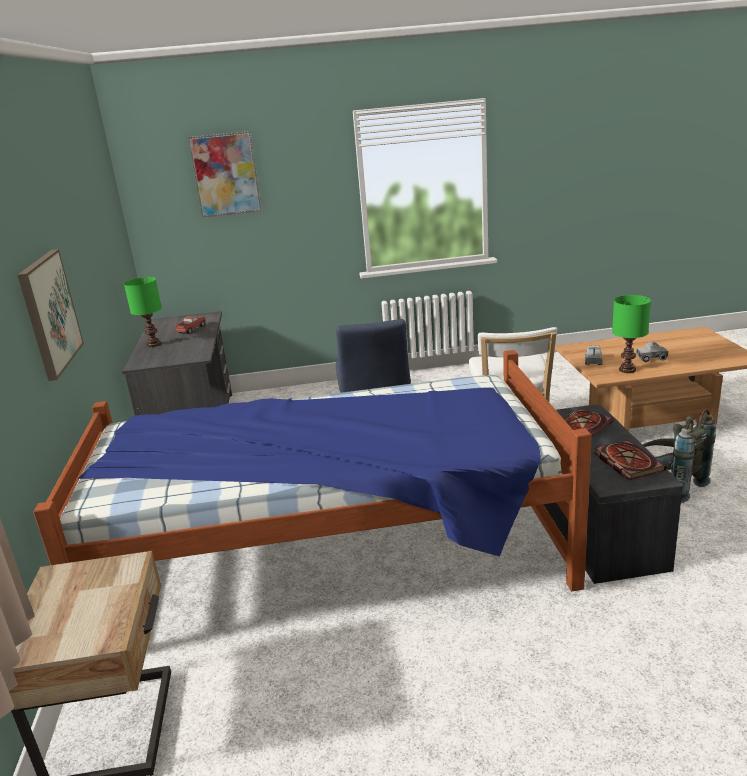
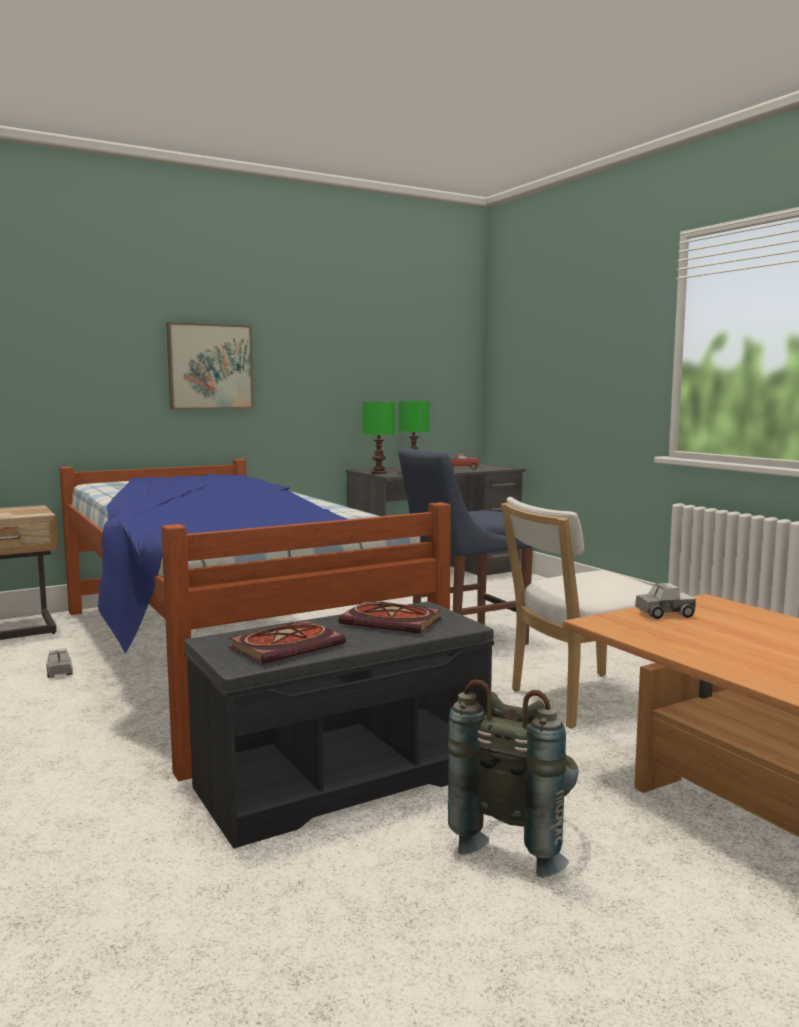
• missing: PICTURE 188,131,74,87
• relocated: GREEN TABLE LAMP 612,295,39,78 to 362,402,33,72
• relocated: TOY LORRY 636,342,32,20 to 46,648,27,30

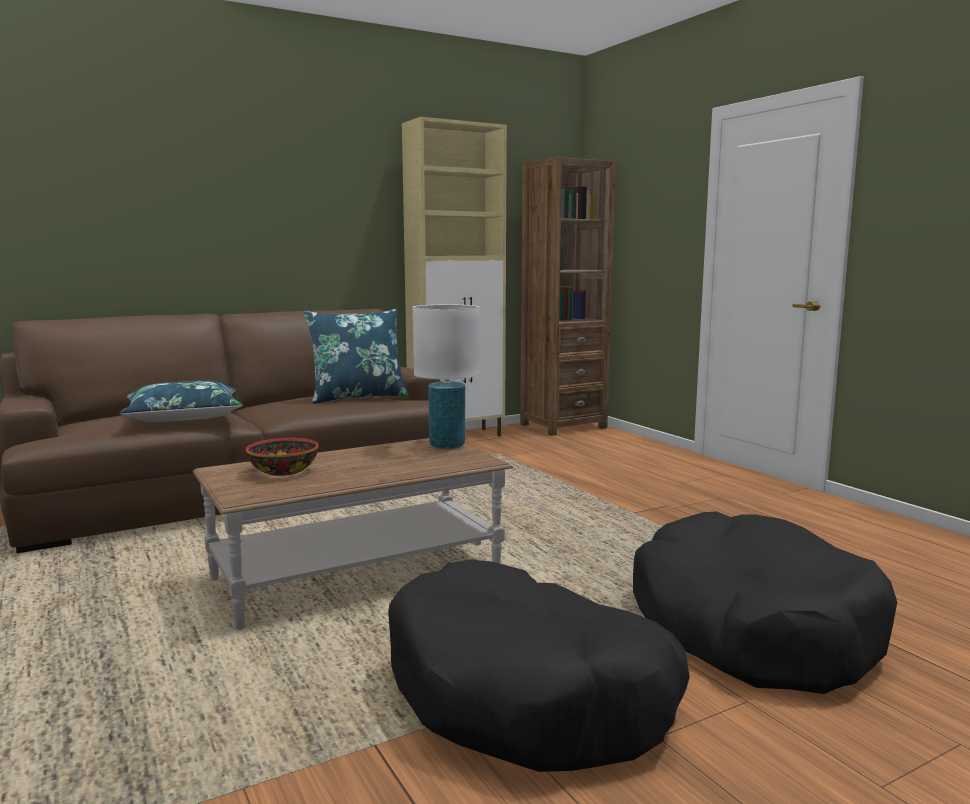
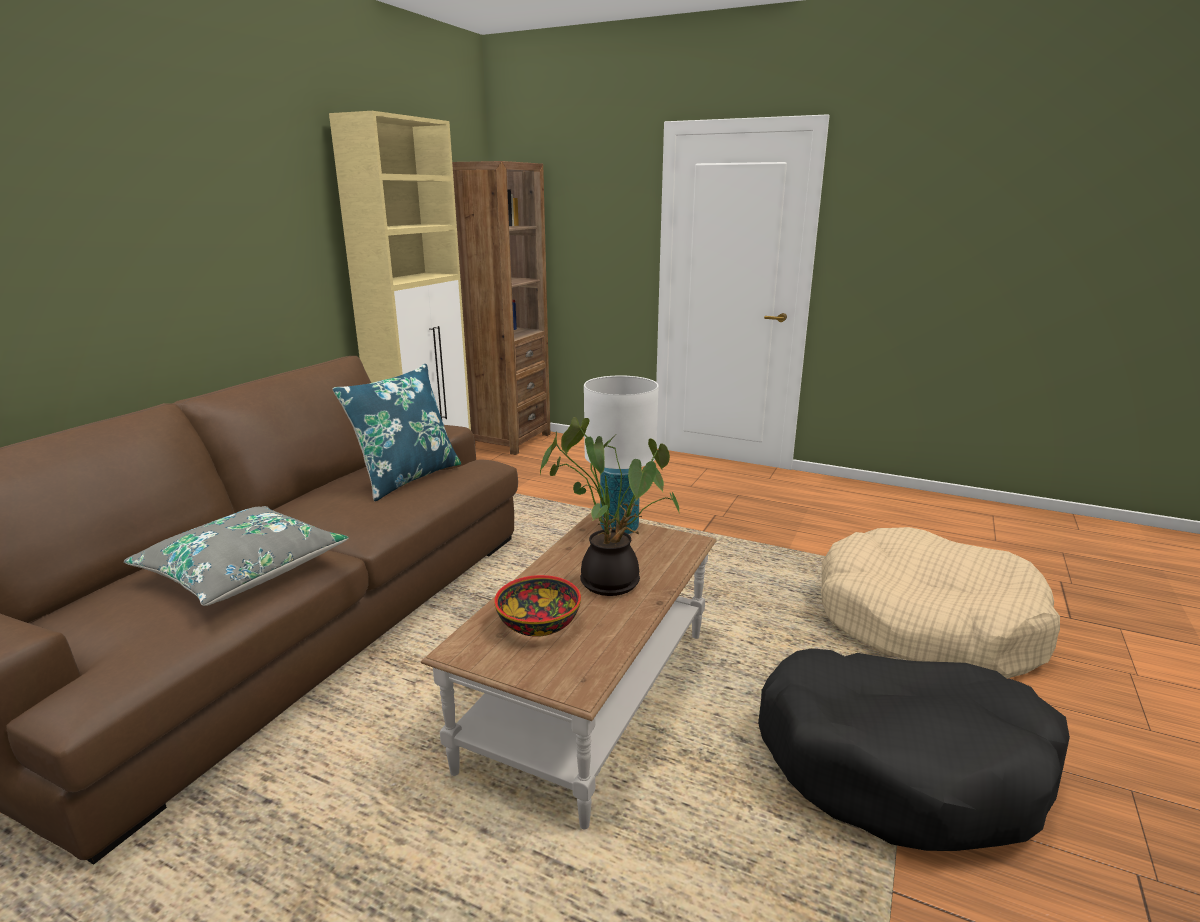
• colour: BLUISH CUSHION 120,381,123,41 to GREYISH CUSHION 123,506,225,100
• colour: BLACKISH DOG CUSHION 633,511,264,183 to SAND-COLOURED DOG CUSHION 821,527,239,152
• appeared: POTTED PLANT 540,417,140,179

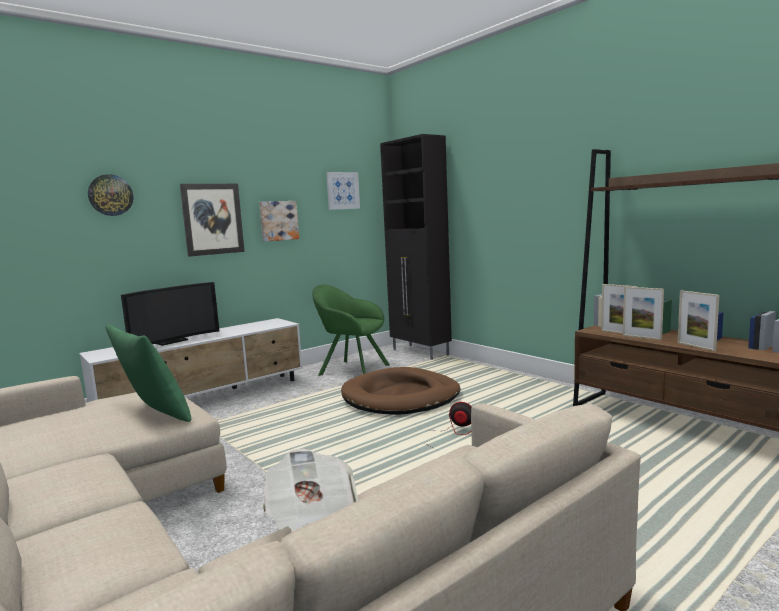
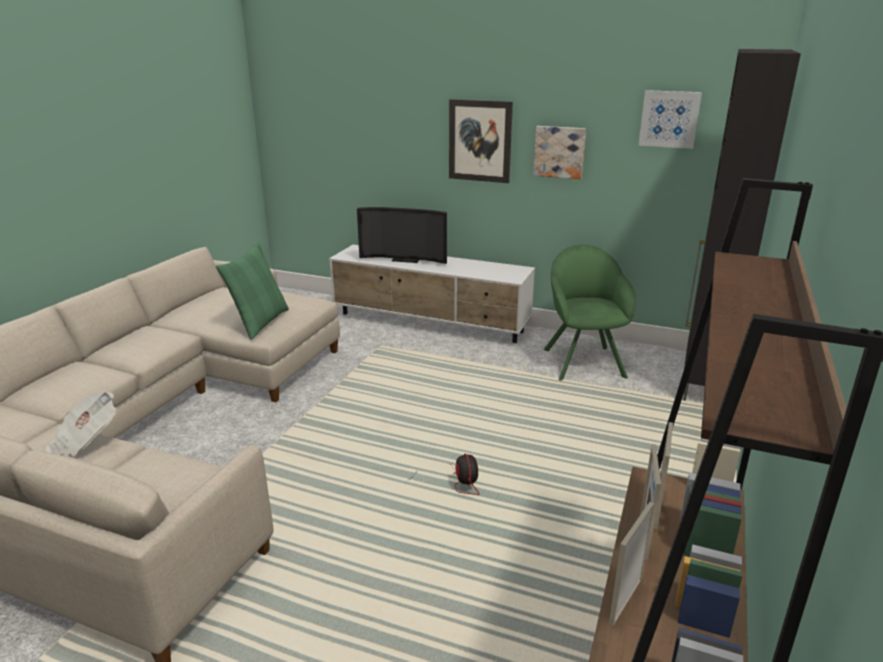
• missing: HANGING CLOCK 88,174,45,42
• missing: BROWN DOG CUSHION 341,367,119,48

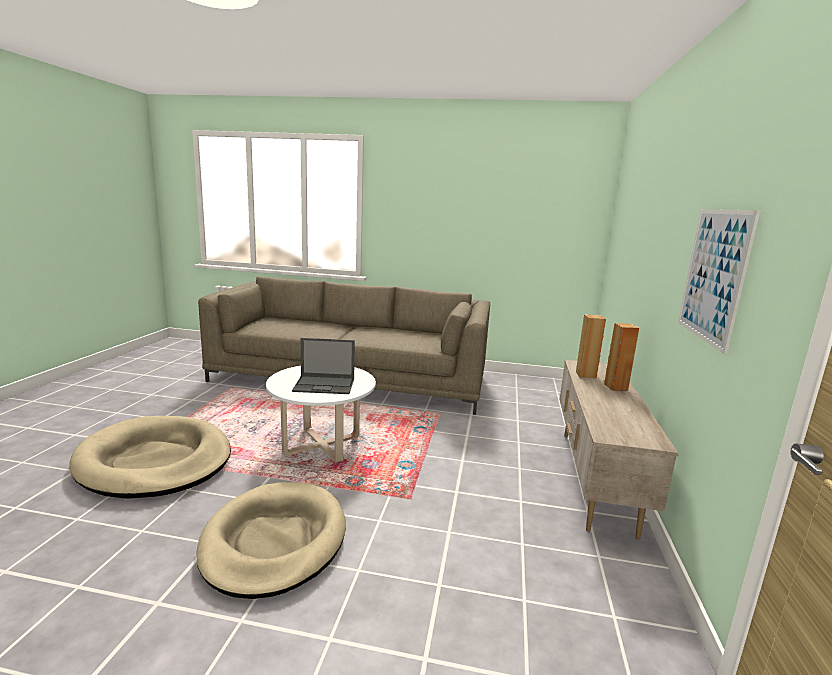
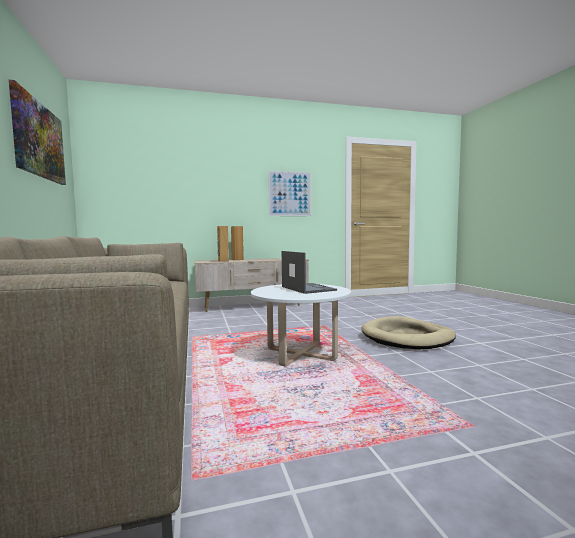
• missing: SAND-COLOURED DOG CUSHION 69,416,162,83
• appeared: PICTURE 9,80,57,105

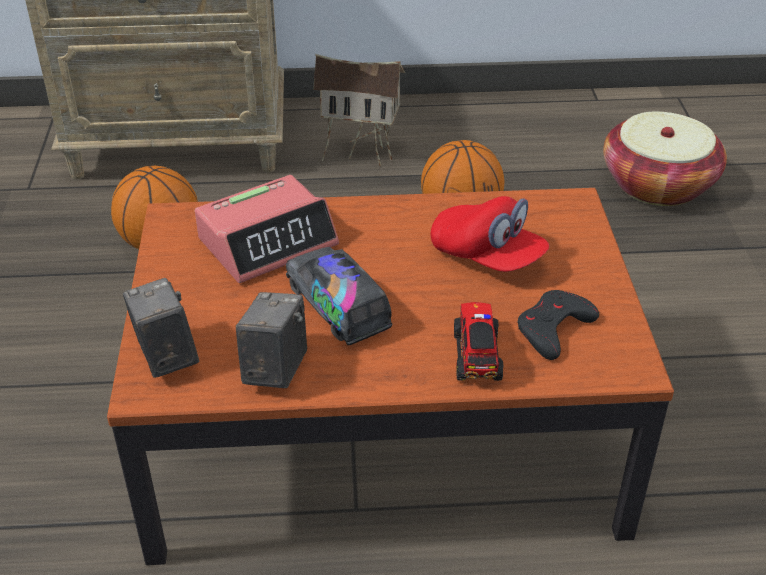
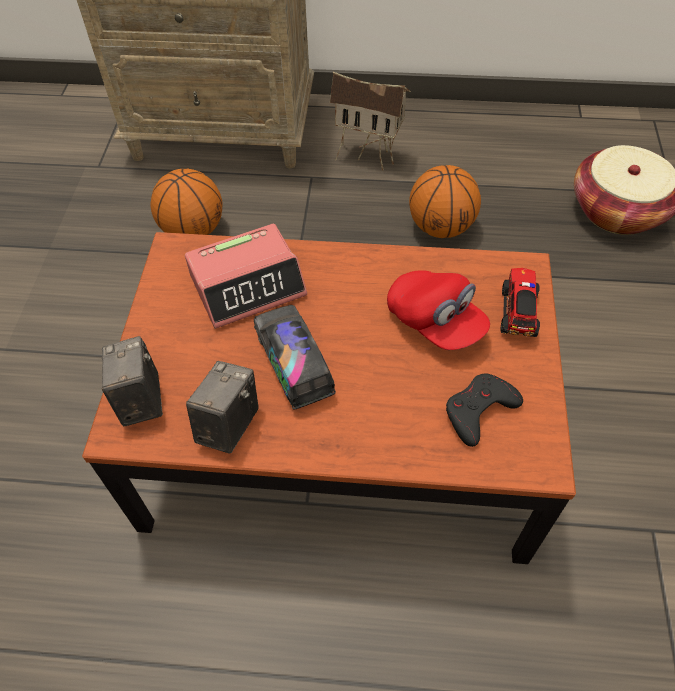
• relocated: TOY LORRY 454,302,49,79 to 501,268,39,69

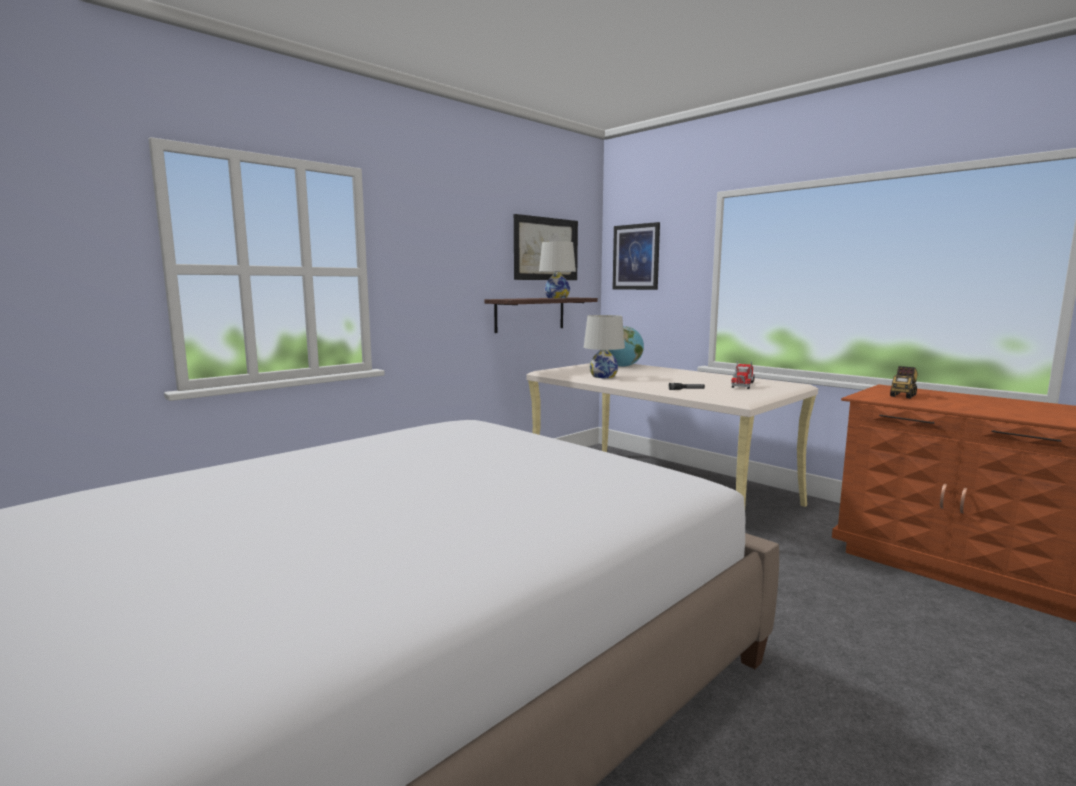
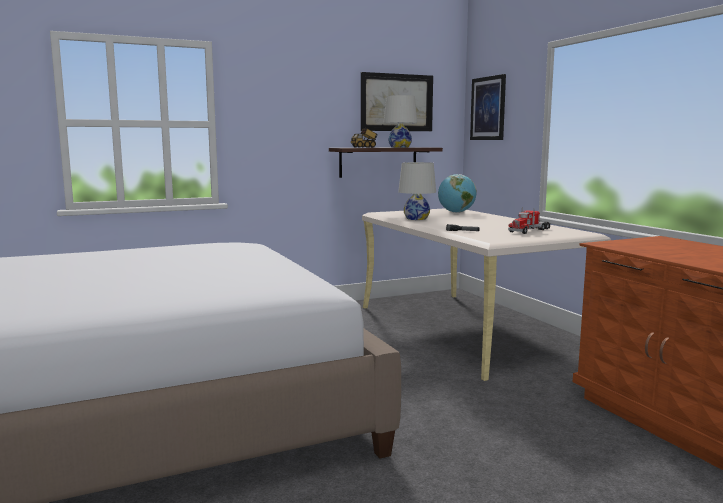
• relocated: TOY LORRY 890,366,28,33 to 351,128,26,20

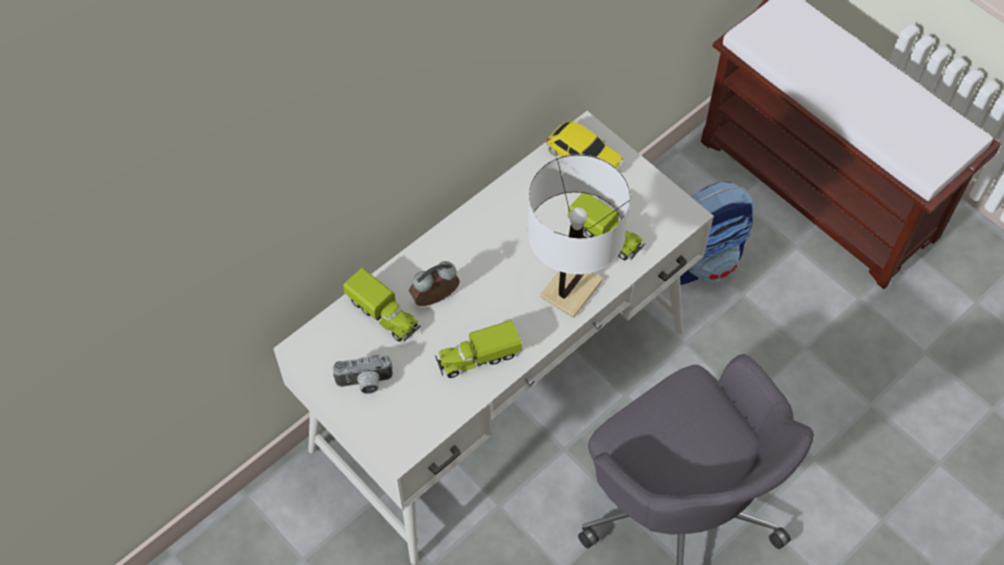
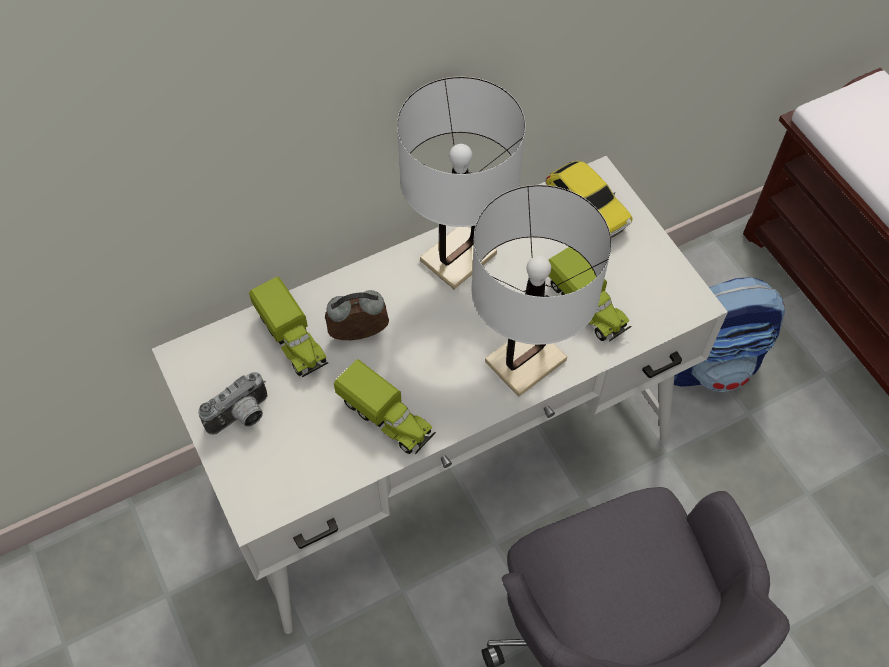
• spun: PHOTO CAMERA 333,355,60,39 = 198,372,70,63 45 degrees counterclockwise
• spun: TOY LORRY 435,320,87,58 = 334,359,102,95 135 degrees counterclockwise
• appeared: WHITE-COLOURED TABLE LAMP 397,77,128,212

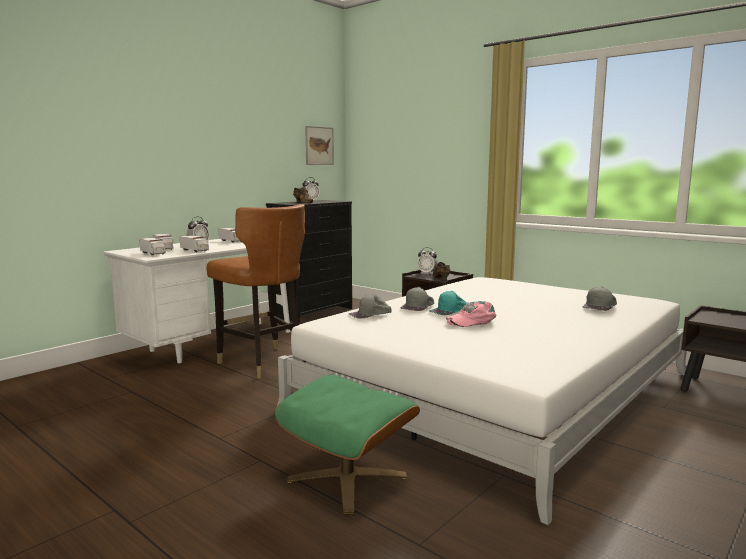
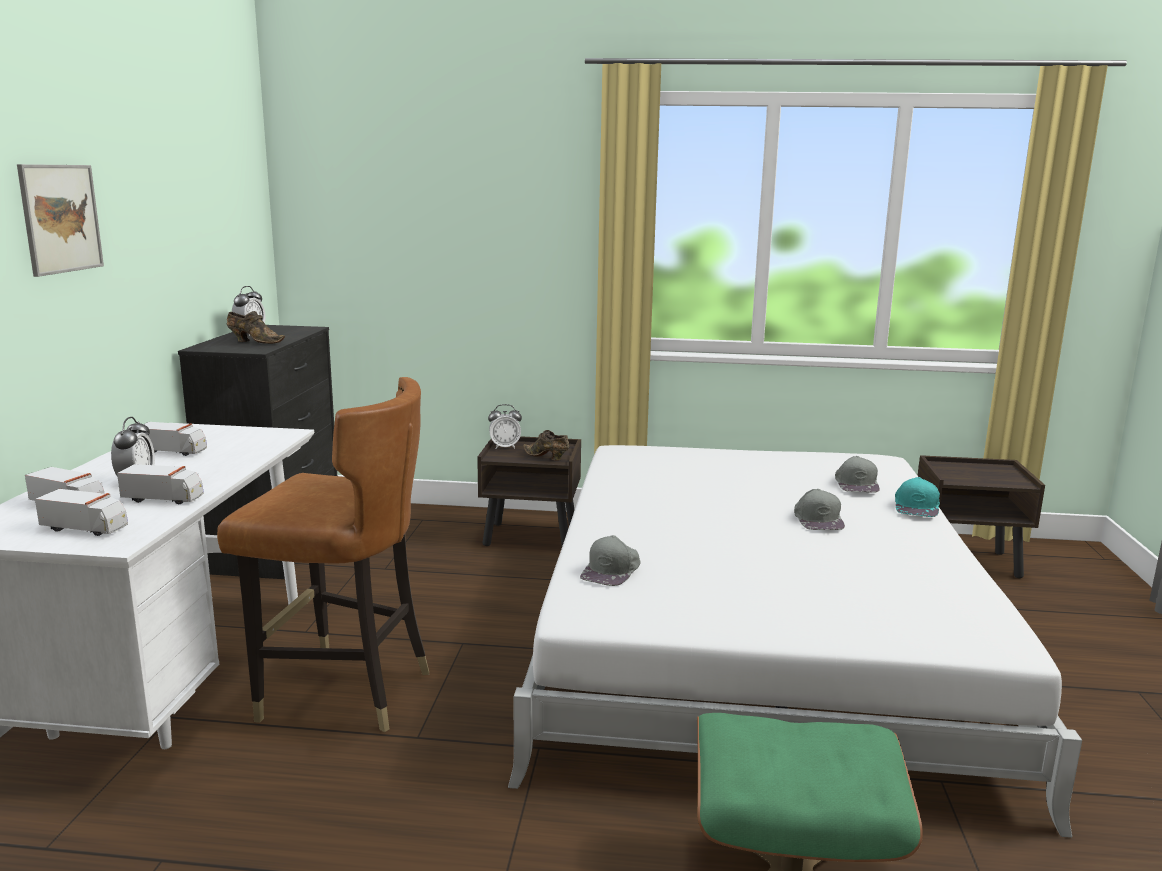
• relocated: PICTURE 305,126,29,39 to 17,164,87,113
• relocated: GREYISH PEAKED CAP 400,287,34,24 to 794,489,51,41
• relocated: BLUE-GREEN PEAKED CAP 429,291,39,24 to 895,477,45,40
• missing: PINK PEAKED CAP 446,301,51,26

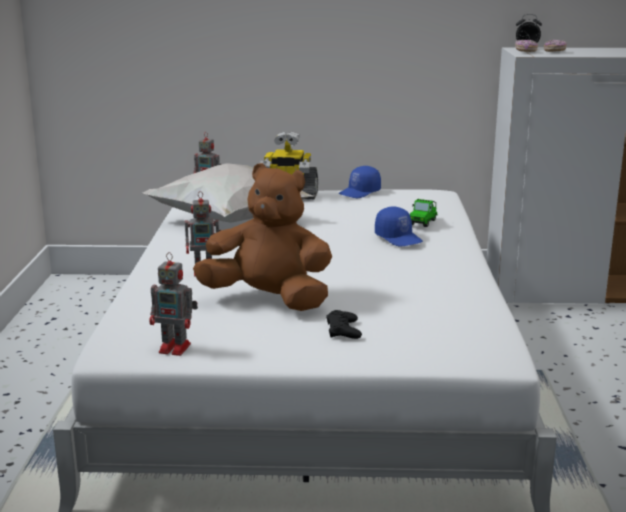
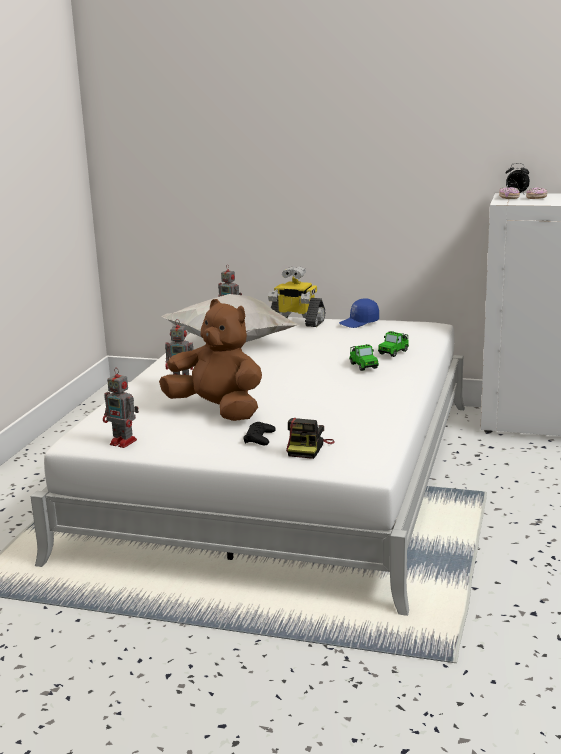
• exchanged: BLUISH PEAKED CAP 375,207,48,40 to MINIATURE CAR 349,344,30,27
• appeared: PHOTO CAMERA 286,418,49,41

